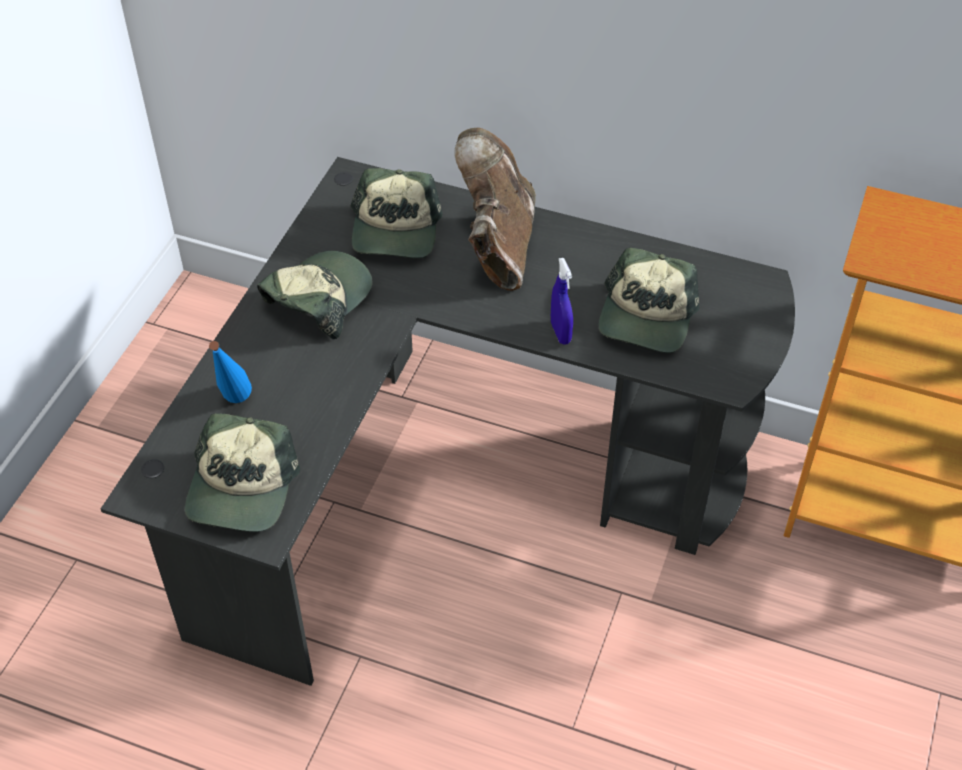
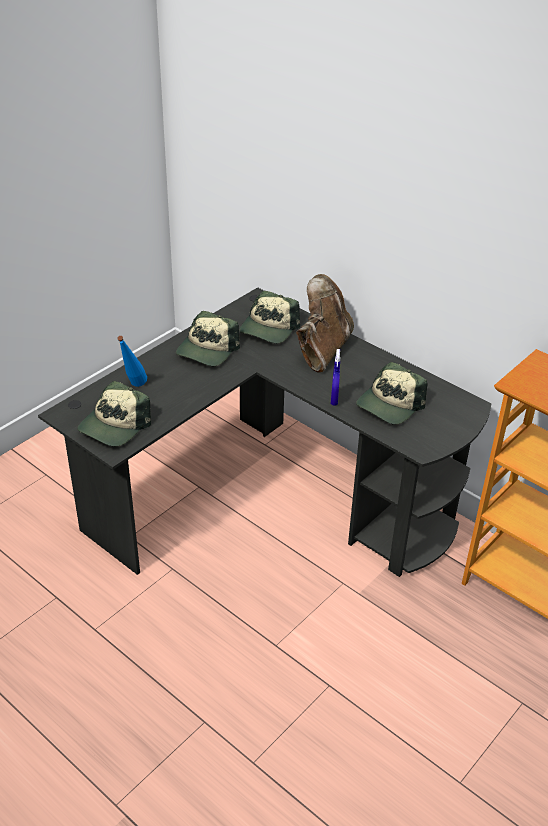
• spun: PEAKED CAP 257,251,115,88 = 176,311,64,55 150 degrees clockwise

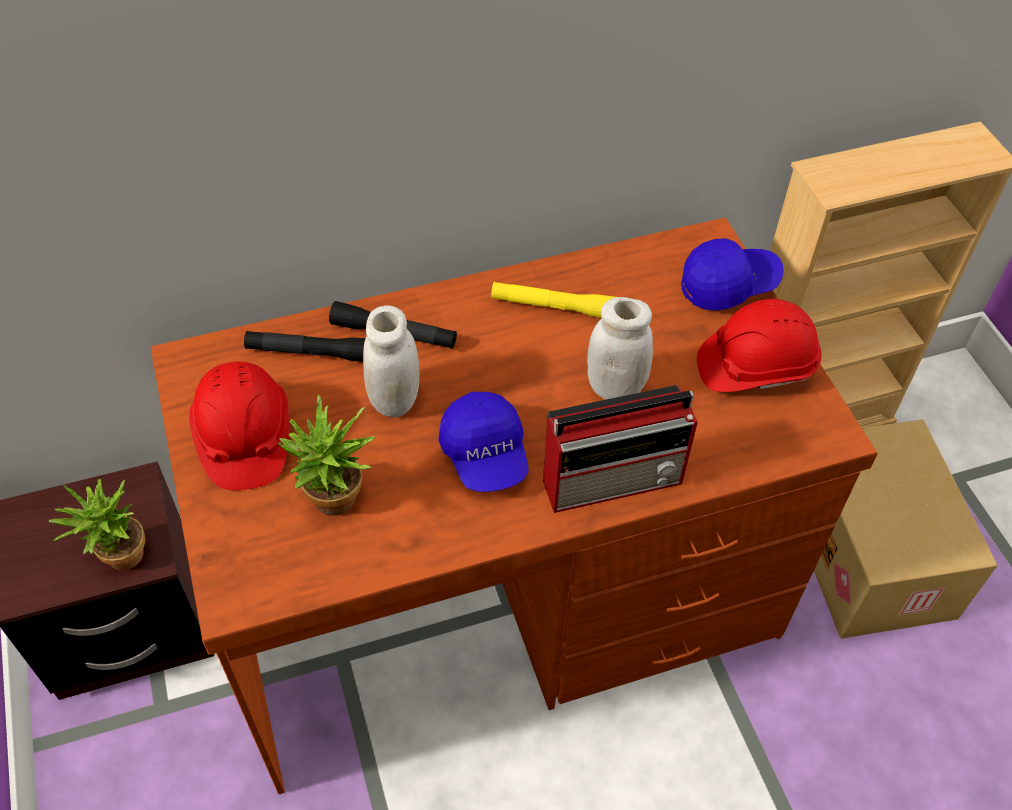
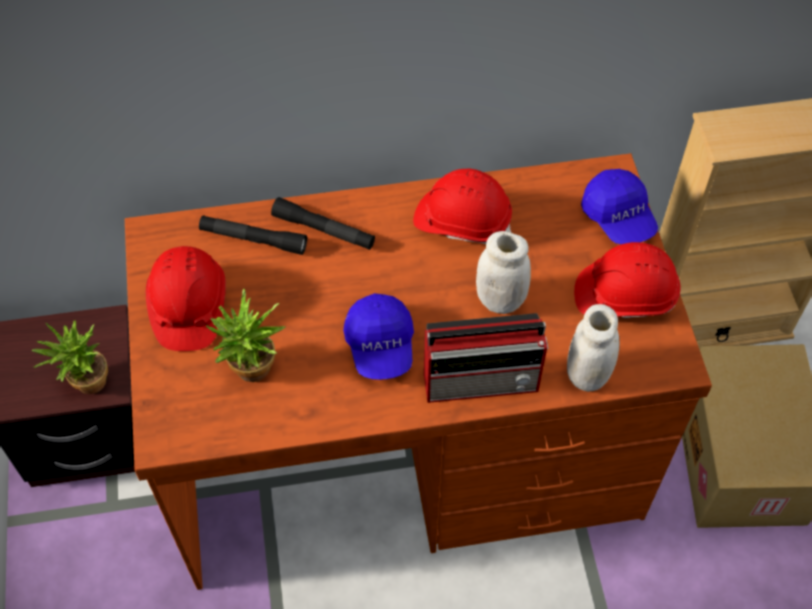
• relocated: WHITE-COLOURED PRESERVE JAR 363,305,56,113 to 567,304,52,88
• exchanged: YELLOW-COLOURED FLASHLIGHT 491,282,124,36 to RED-COLOURED SAFETY HELMET 413,168,99,76
• spun: BLUISH PEAKED CAP 681,238,103,73 = 581,169,77,75 75 degrees clockwise

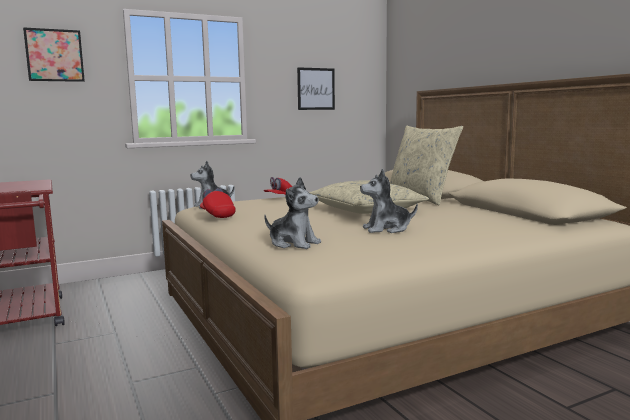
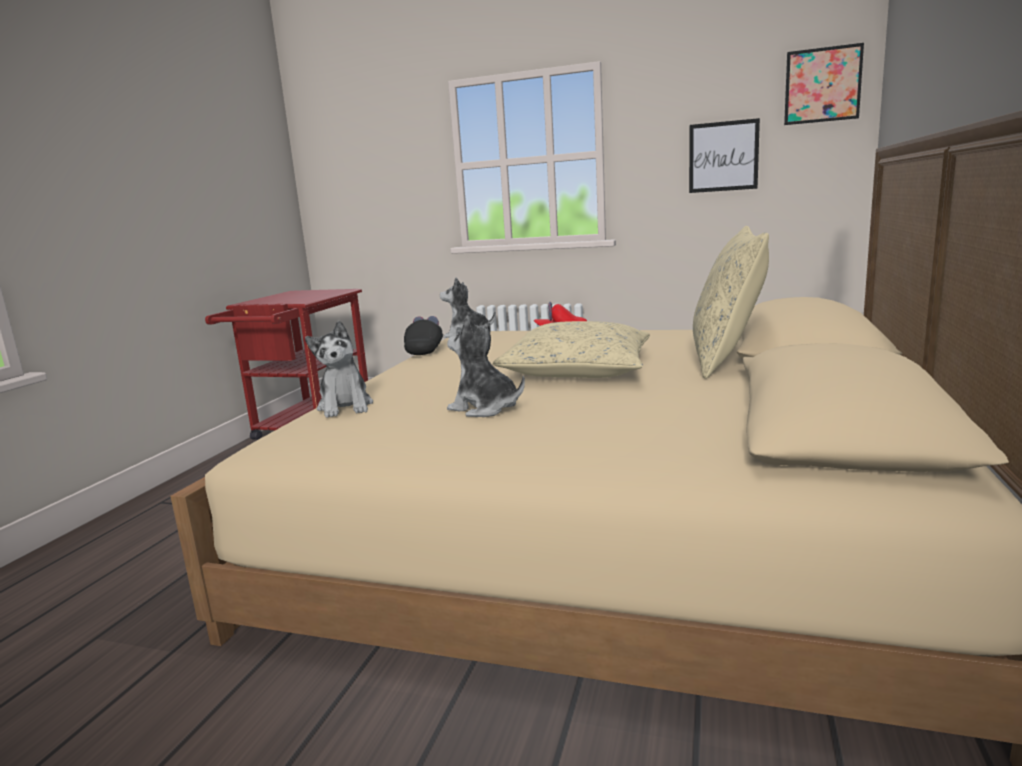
• relocated: PICTURE 23,27,62,55 to 784,43,80,82
• colour: RED-COLOURED PEAKED CAP 200,188,36,30 to BLACKISH PEAKED CAP 404,316,39,39

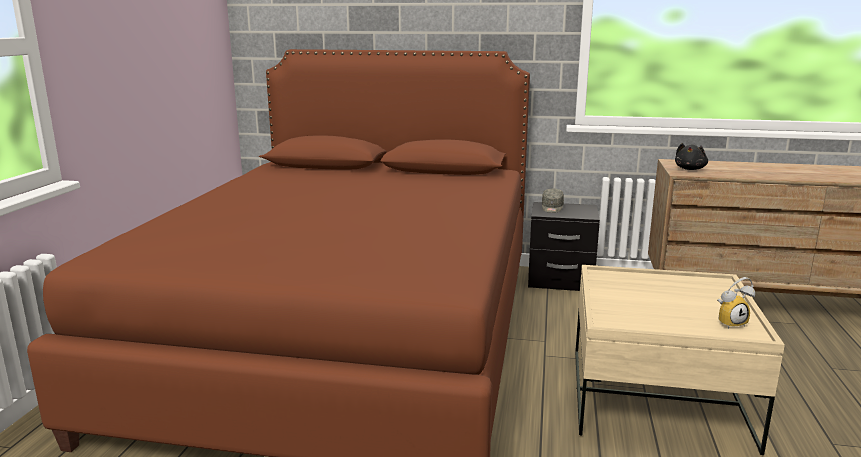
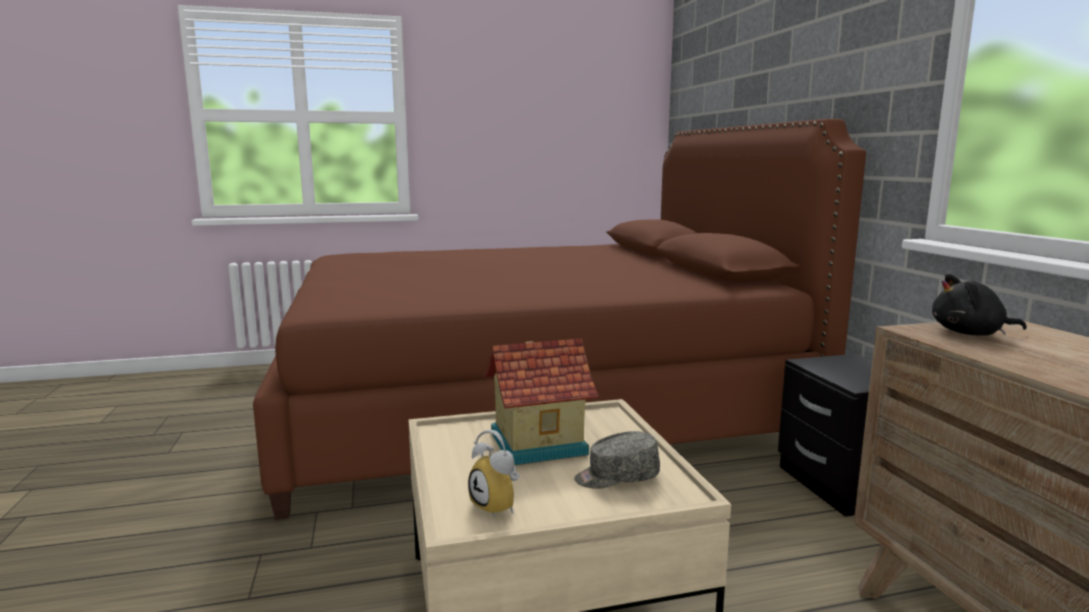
• relocated: GREYISH PEAKED CAP 542,189,22,24 to 574,431,86,58
• appeared: MODEL HOUSE 483,338,116,127

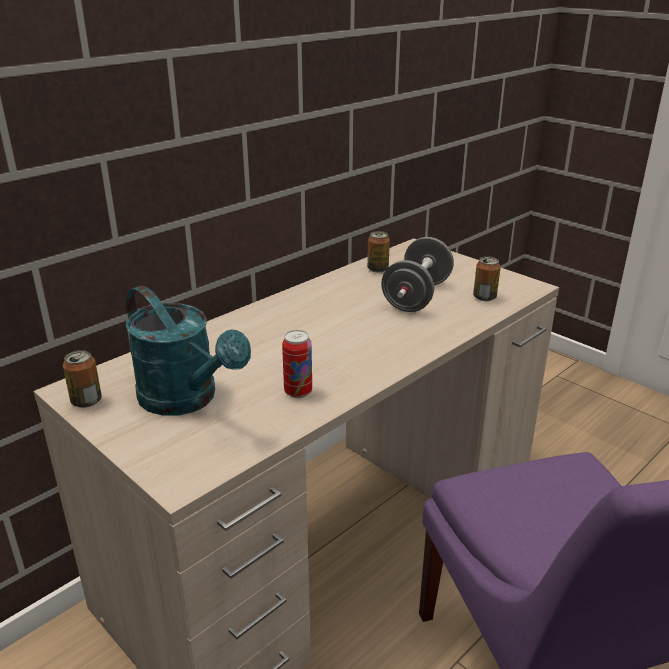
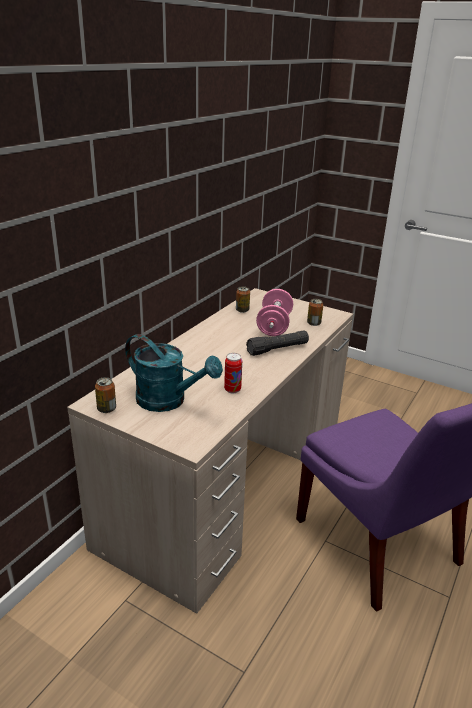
• colour: GREYISH HAND WEIGHT 381,237,73,75 to PINK HAND WEIGHT 256,289,37,47
• appeared: BLACKISH FLASHLIGHT 246,330,63,26

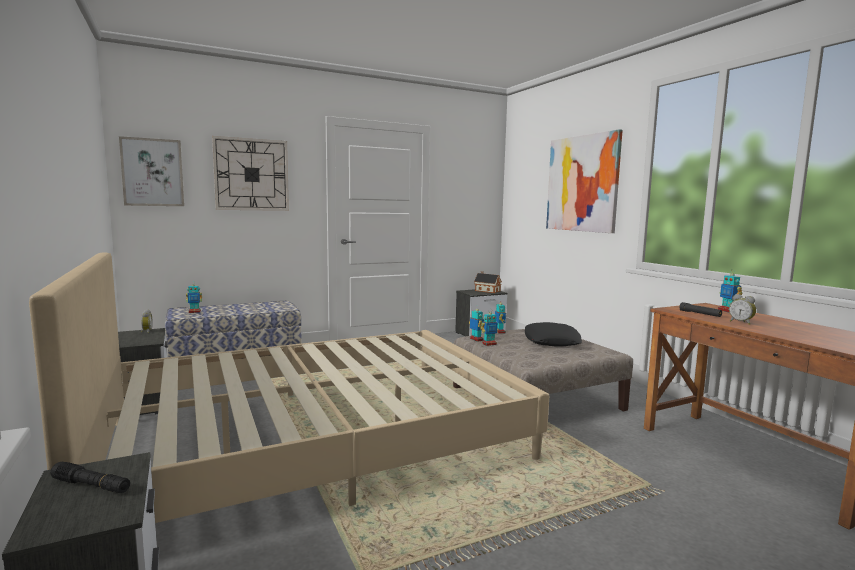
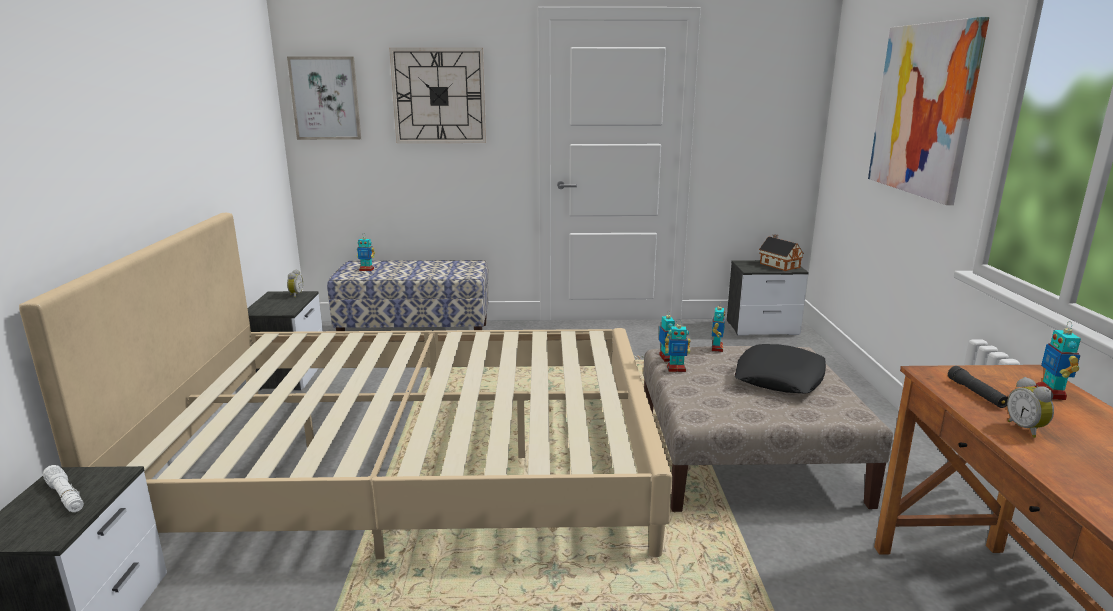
• colour: BLACKISH FLASHLIGHT 50,462,80,31 to WHITE-COLOURED FLASHLIGHT 43,465,41,47

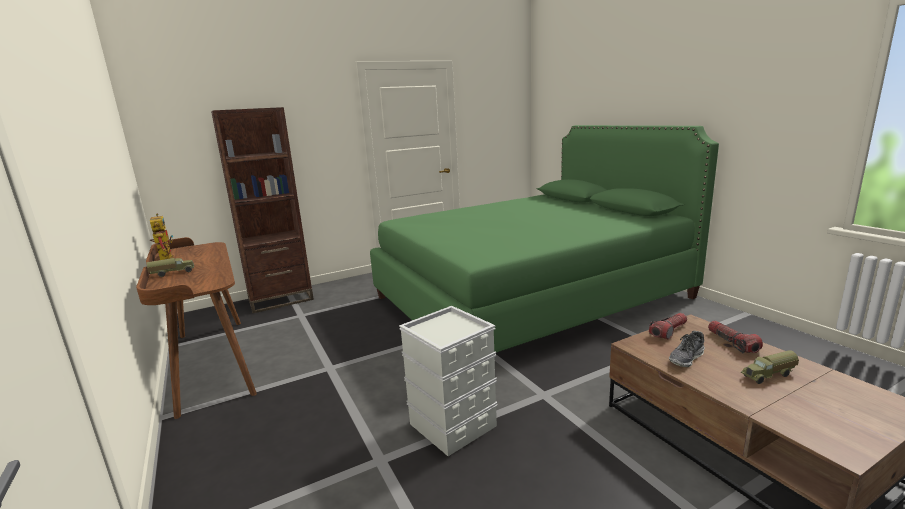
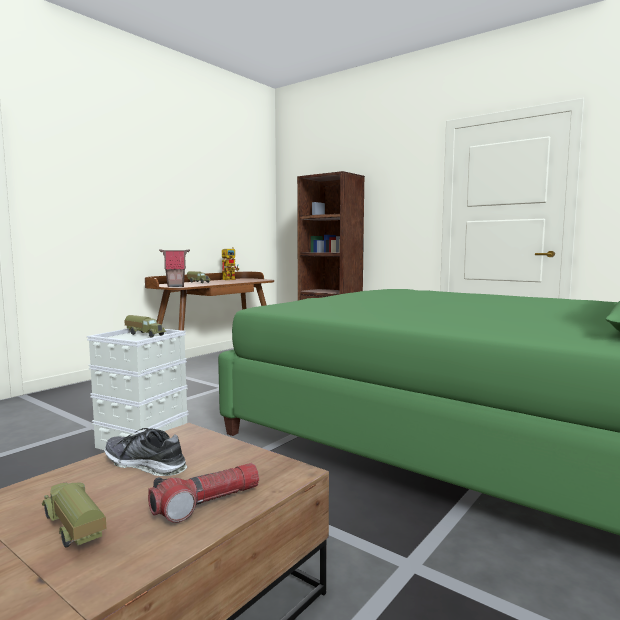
• missing: FLASHLIGHT 649,313,38,27
• appeared: TOY LORRY 124,315,42,23
• appeared: MODEL HOUSE 159,250,31,37

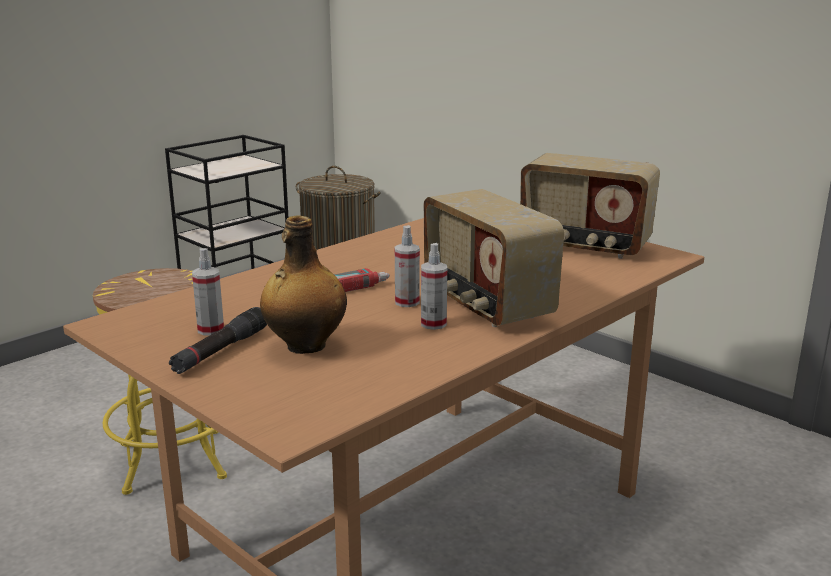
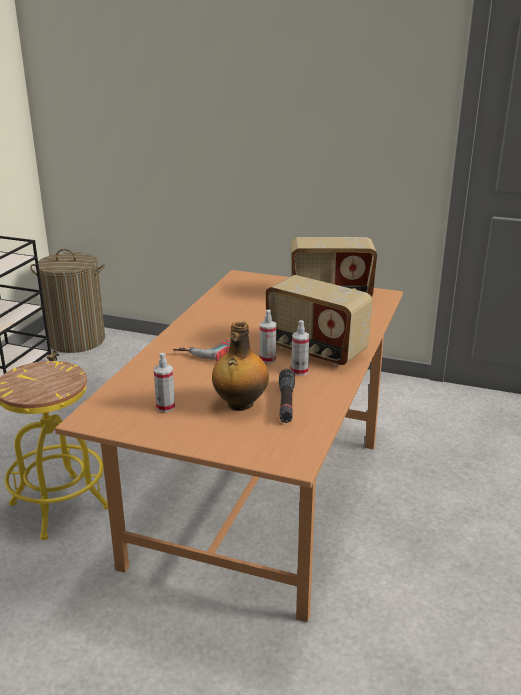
• relocated: BLACKISH FLASHLIGHT 169,307,98,67 to 279,369,16,54

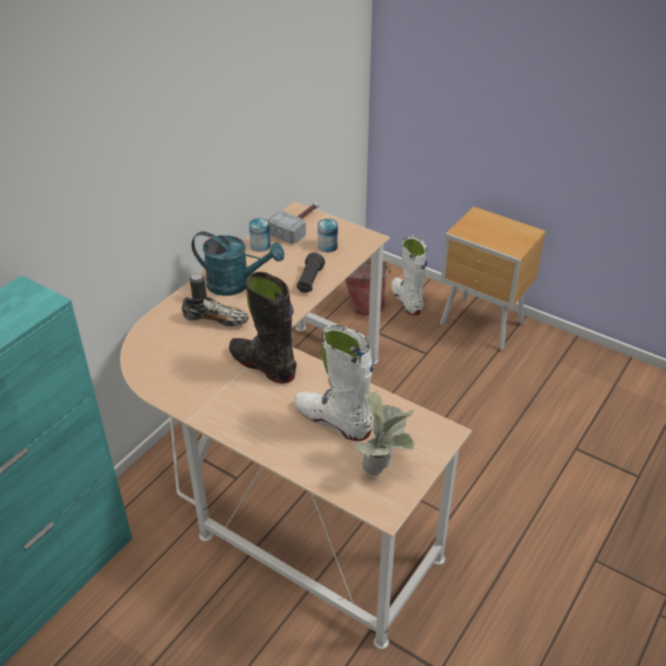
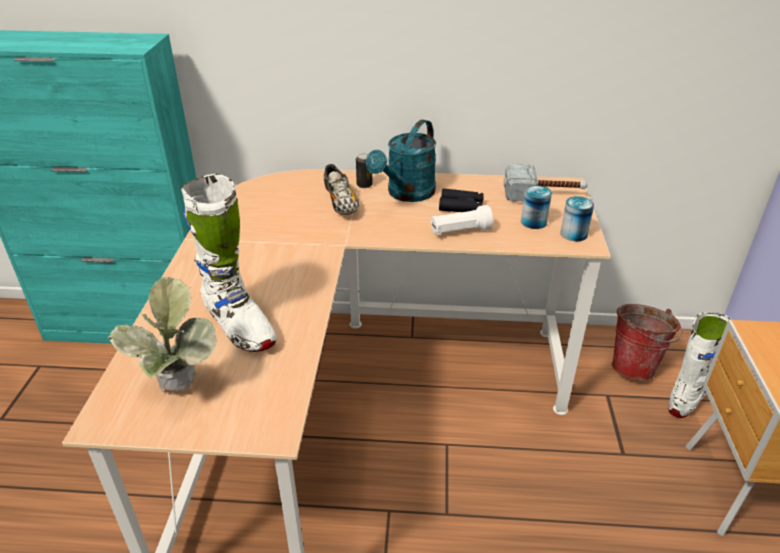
• spun: BLUE-GREEN WATERING CAN 192,232,92,64 = 366,119,70,83 45 degrees clockwise
• missing: BLACKISH BOOT 229,272,68,112
• relocated: SEALED CAN 249,218,22,34 to 560,196,34,45
• spun: WHITE-COLOURED BOOT 295,324,79,117 = 181,174,96,178 135 degrees clockwise
• colour: BLACKISH FLASHLIGHT 297,253,28,40 to WHITE-COLOURED FLASHLIGHT 430,205,63,30
• appeared: BLACKISH FIELD GLASSES 439,188,45,24

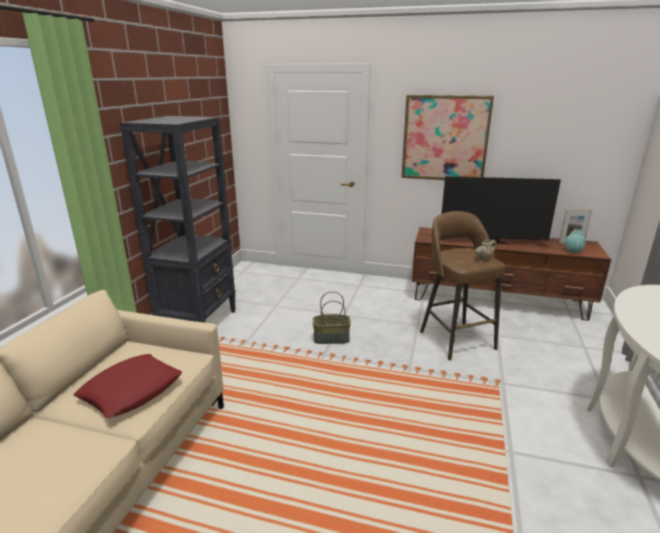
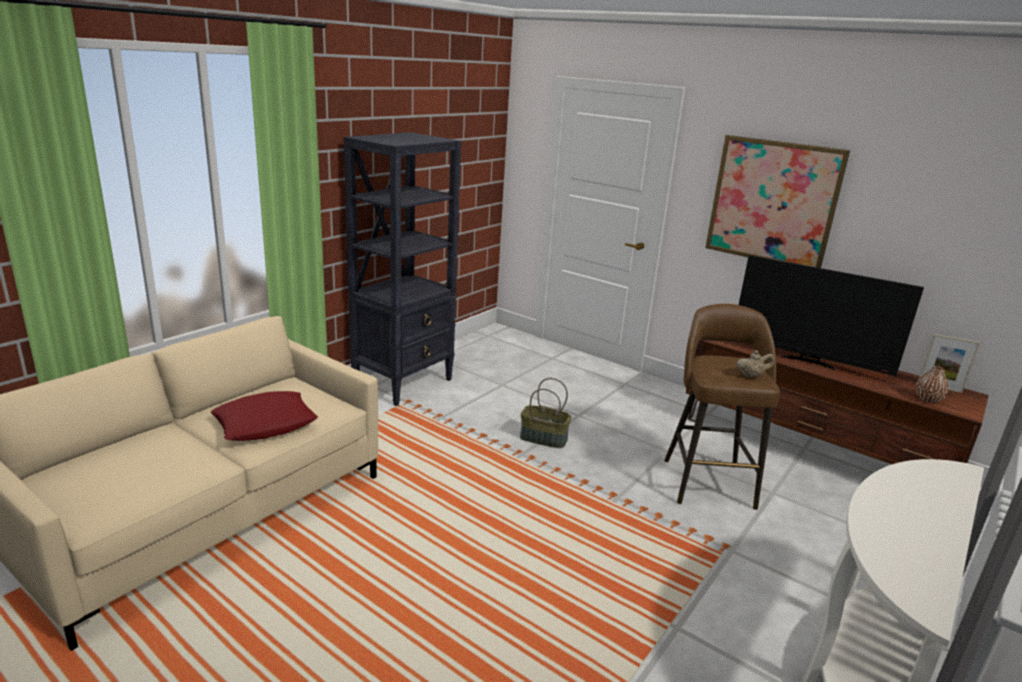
• colour: BLUE-GREEN VASE 564,229,21,24 to BROWN VASE 915,366,34,37

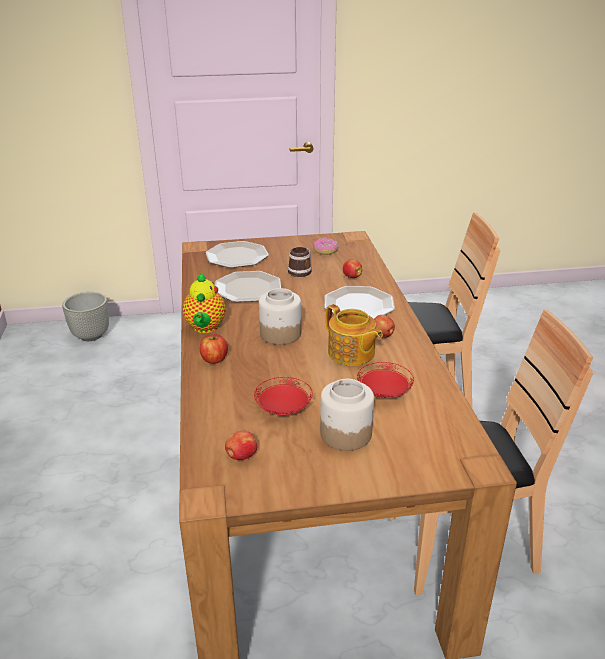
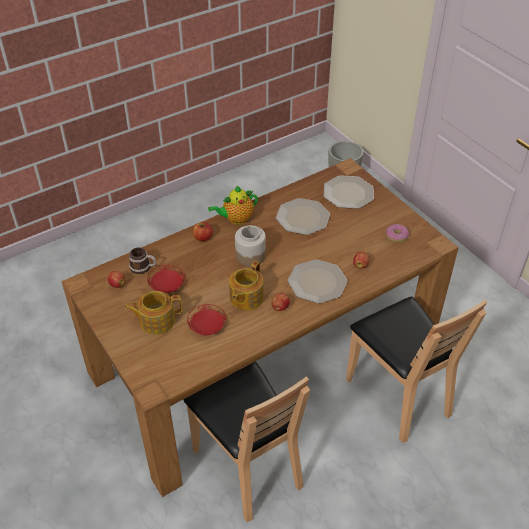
• relocated: TEA MUG 288,247,24,30 to 129,248,27,26
• exchanged: PRESERVE JAR 320,379,54,72 to TEA POT 124,291,59,44

